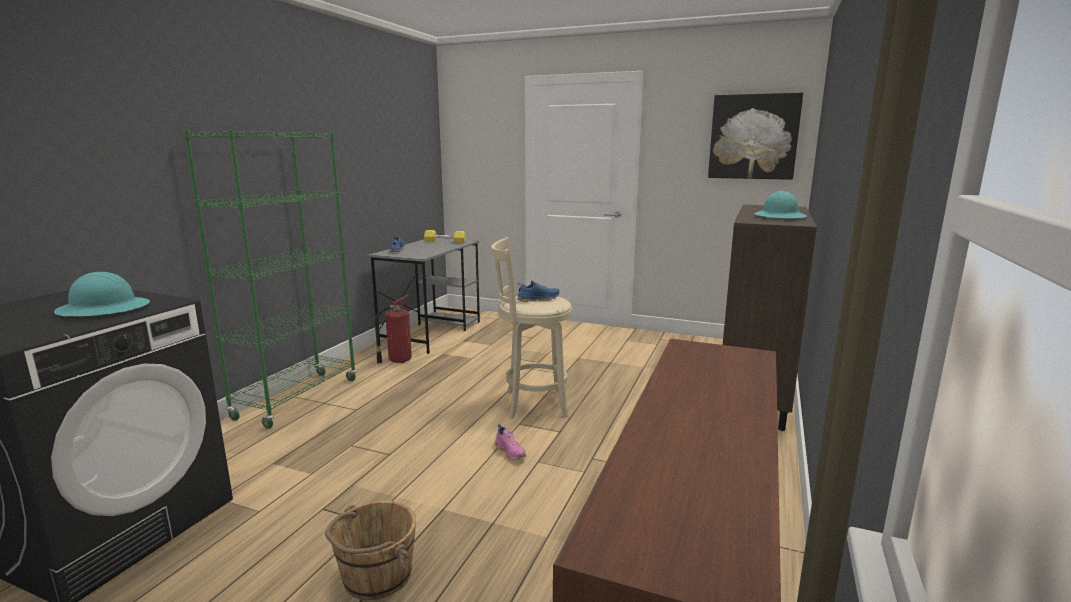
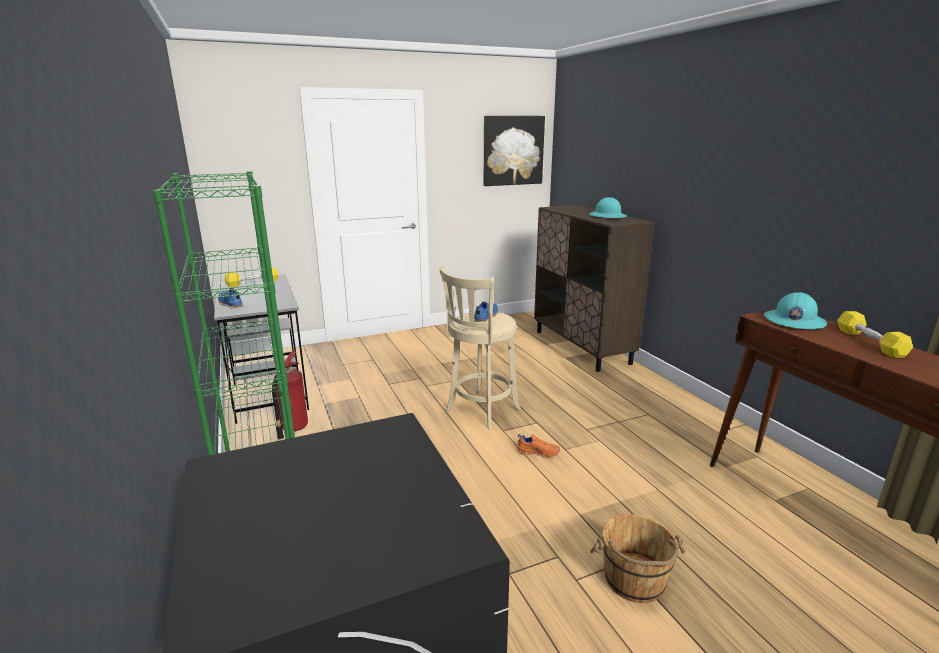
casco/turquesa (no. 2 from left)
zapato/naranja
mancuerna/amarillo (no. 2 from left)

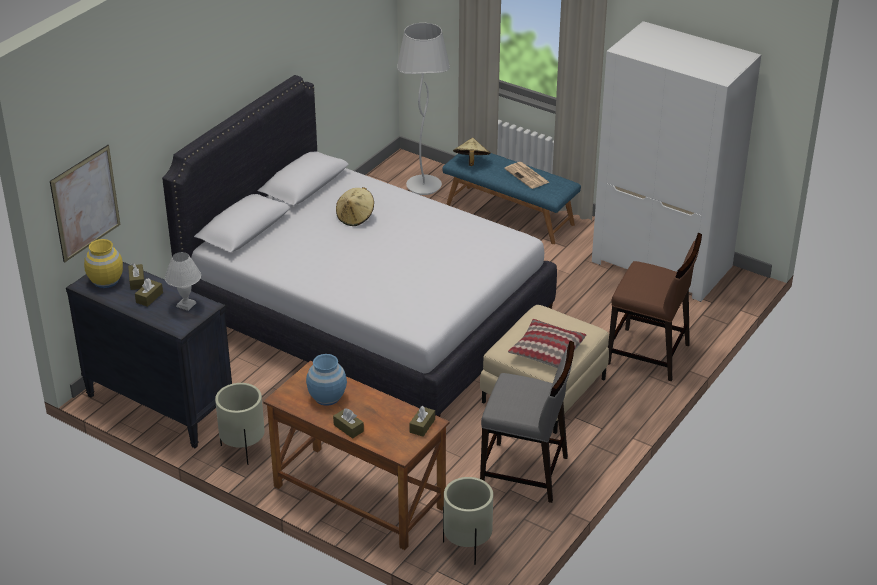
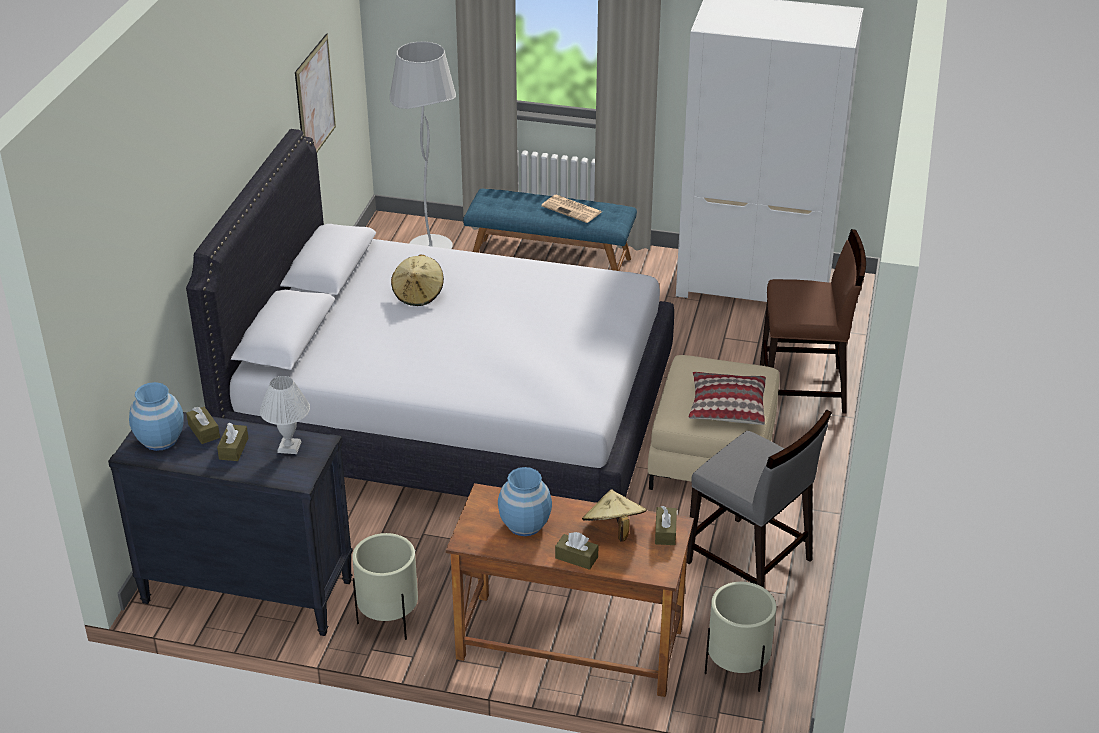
cuadro
florero/azul (no. 1 from left)
sombrero/beis (no. 2 from left)
silla/gris

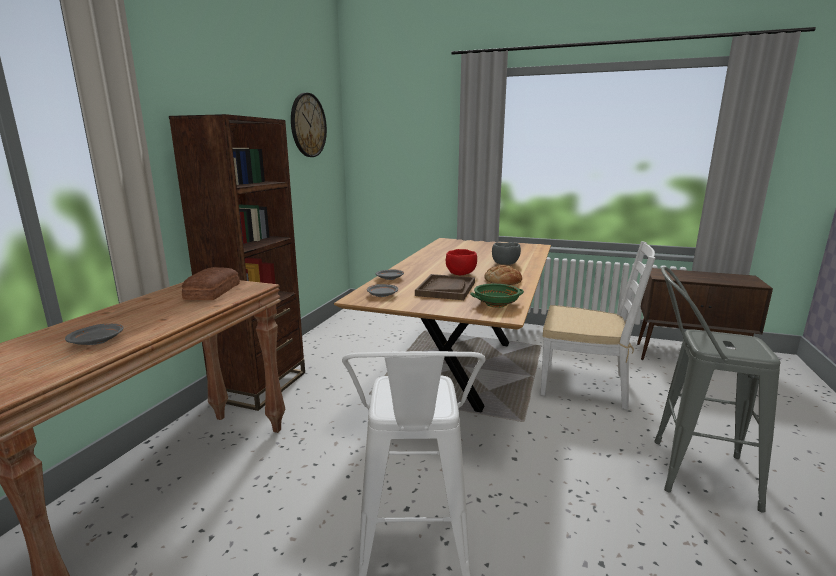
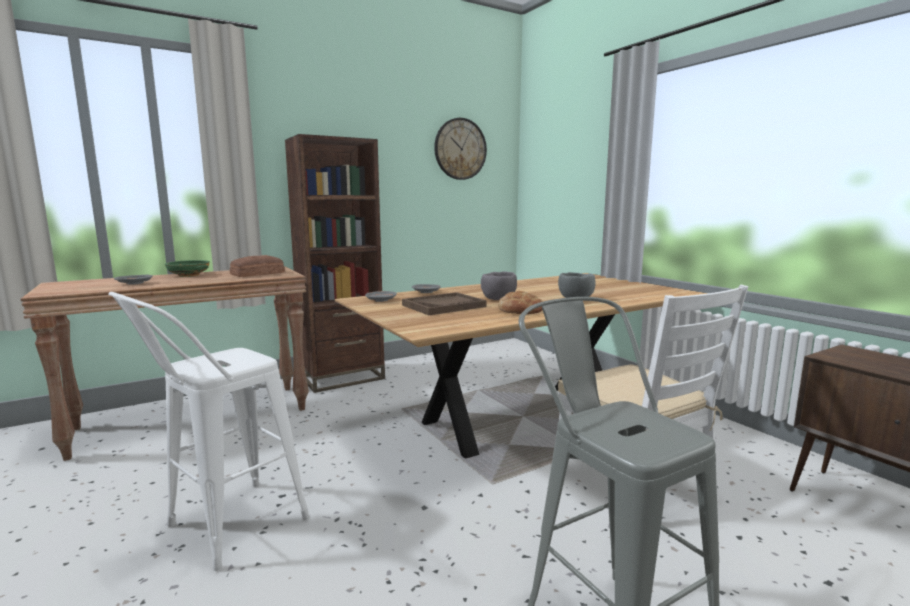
cuenco/gris (no. 1 from left)
cuenco/verde

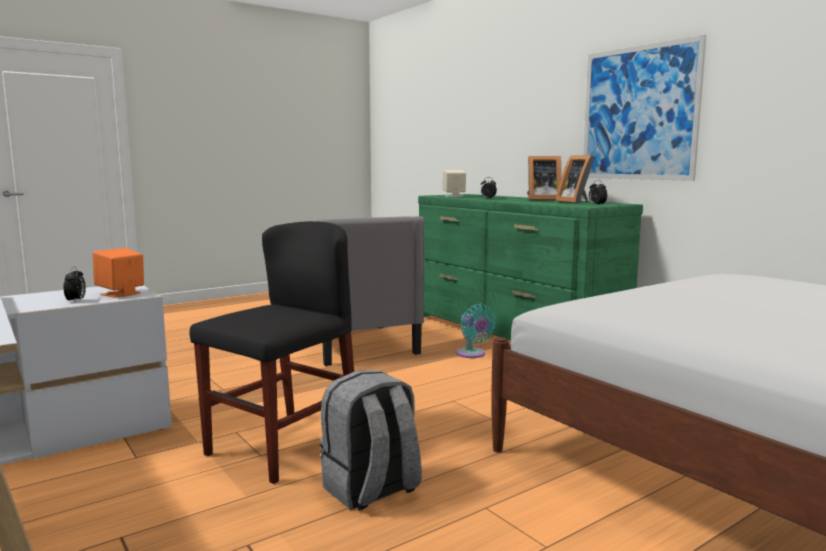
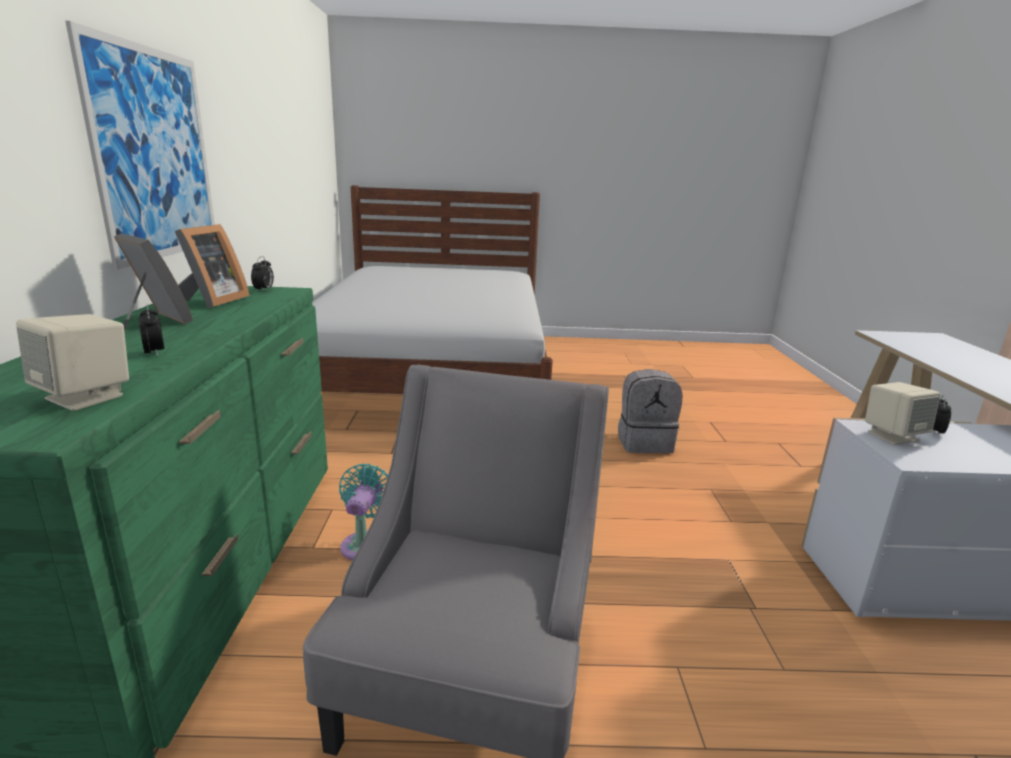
altavoz/beis (no. 2 from left)
silla/negro

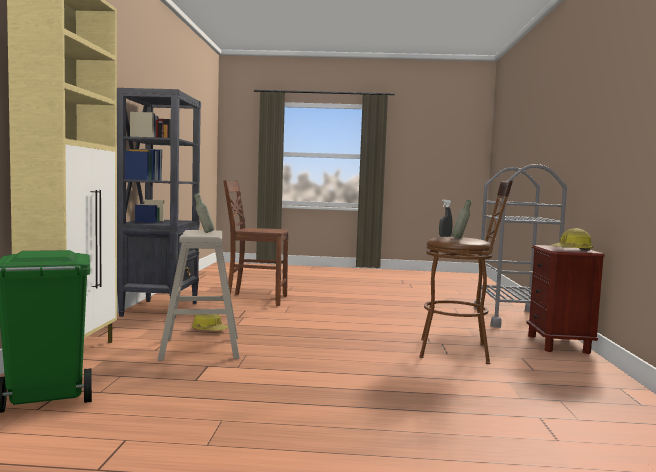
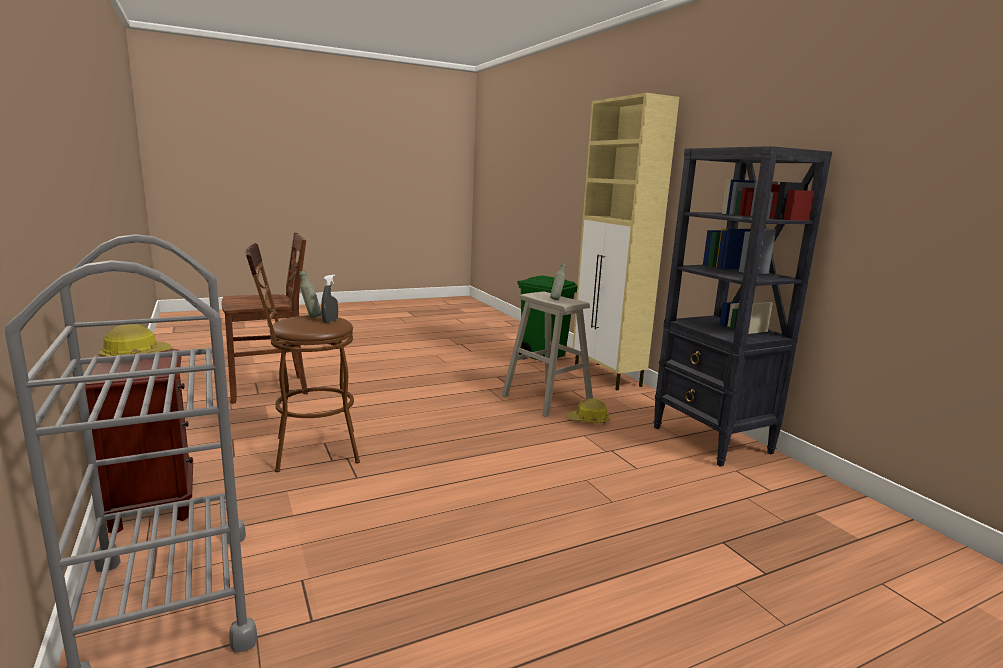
silla/marrón

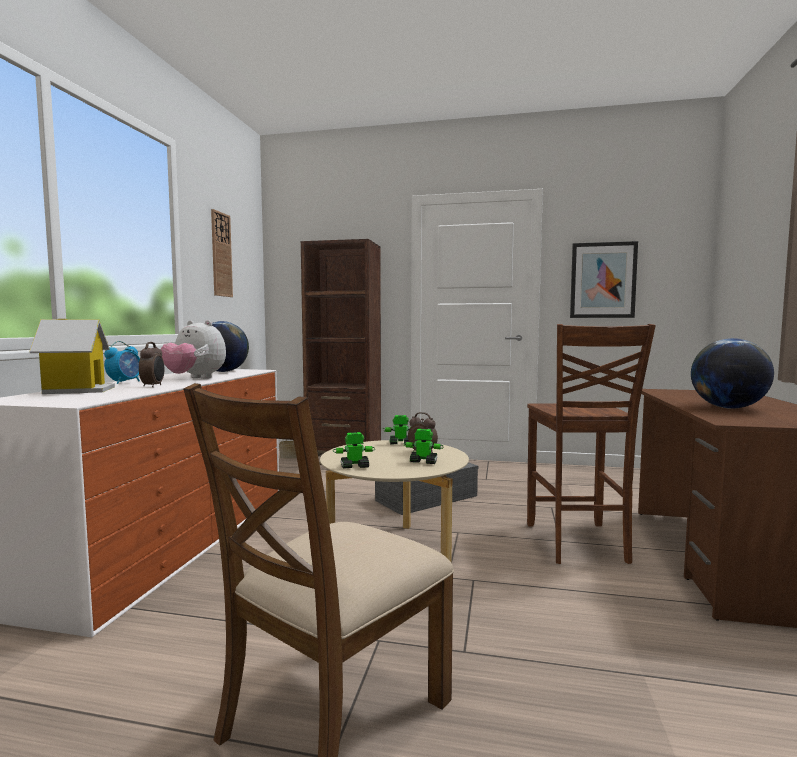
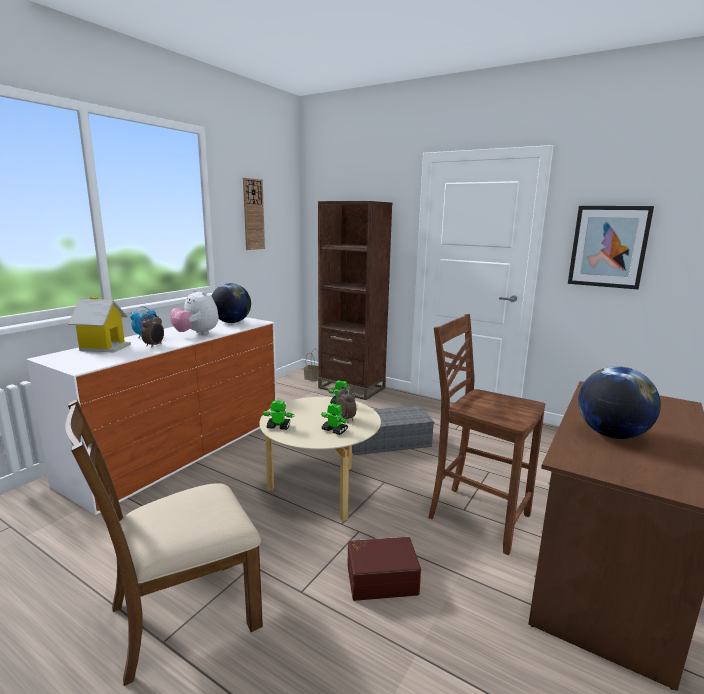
silla/marrón (no. 2 from left)
caja de almacenaje/marrón

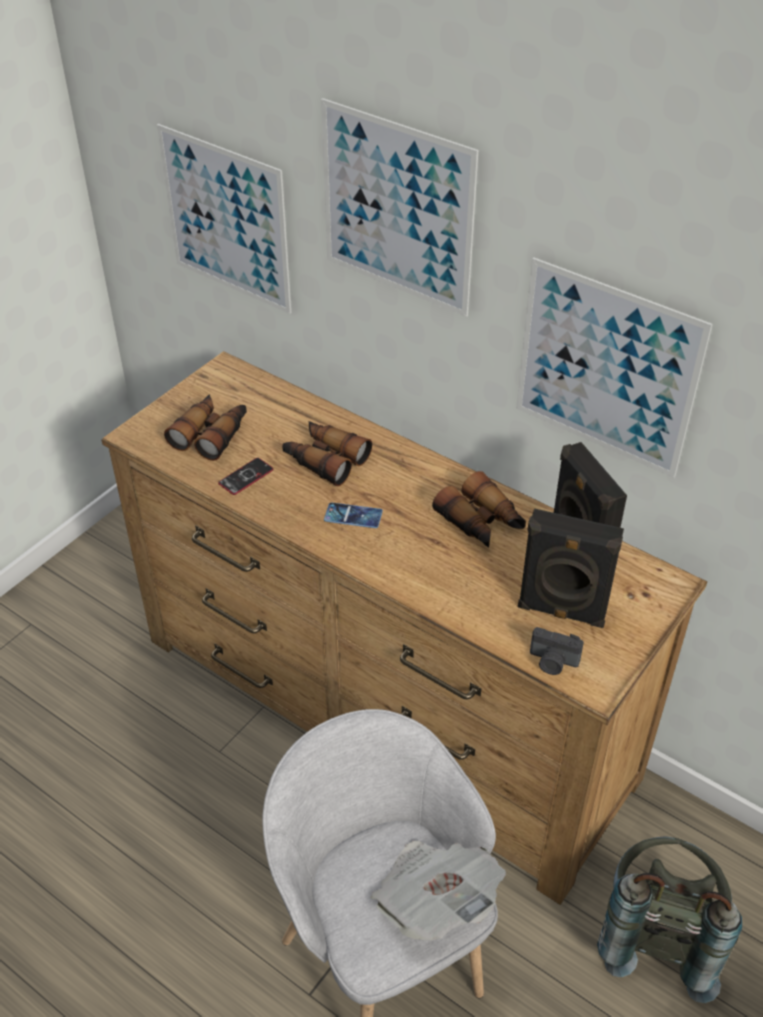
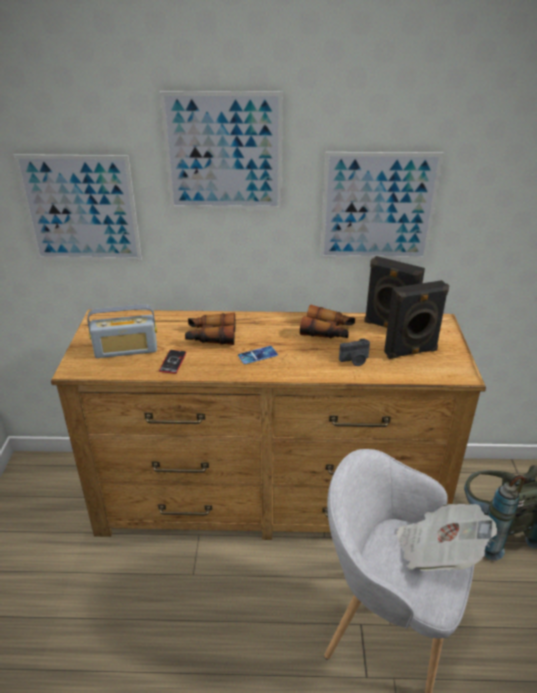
radio
cámara

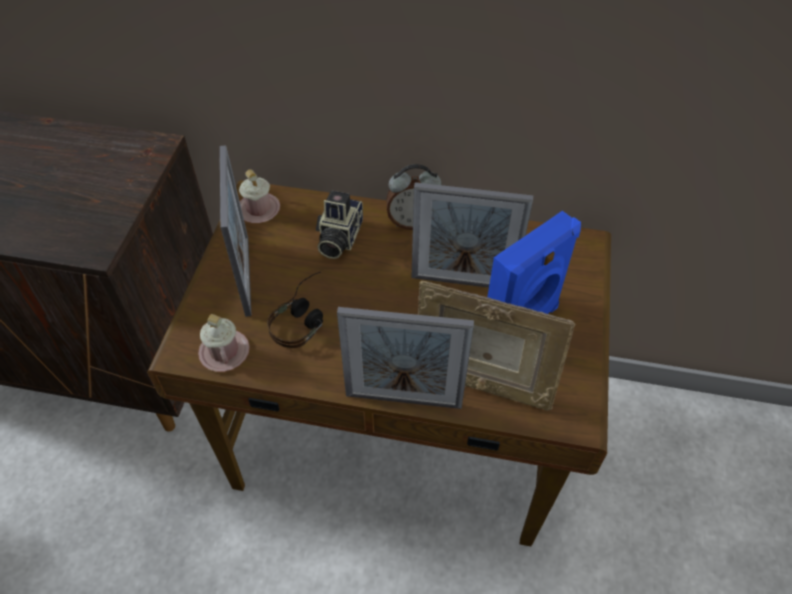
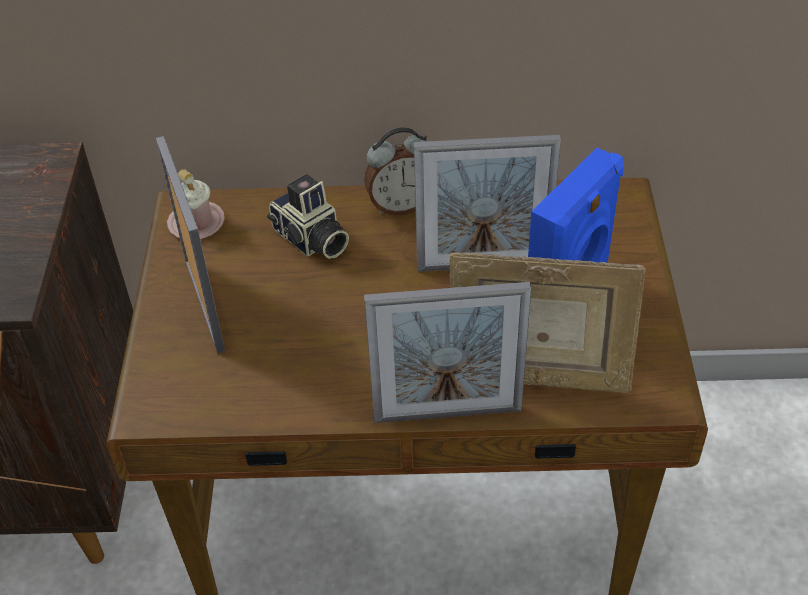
taza grande/rosa (no. 1 from left in the first image)
auriculares
cámara

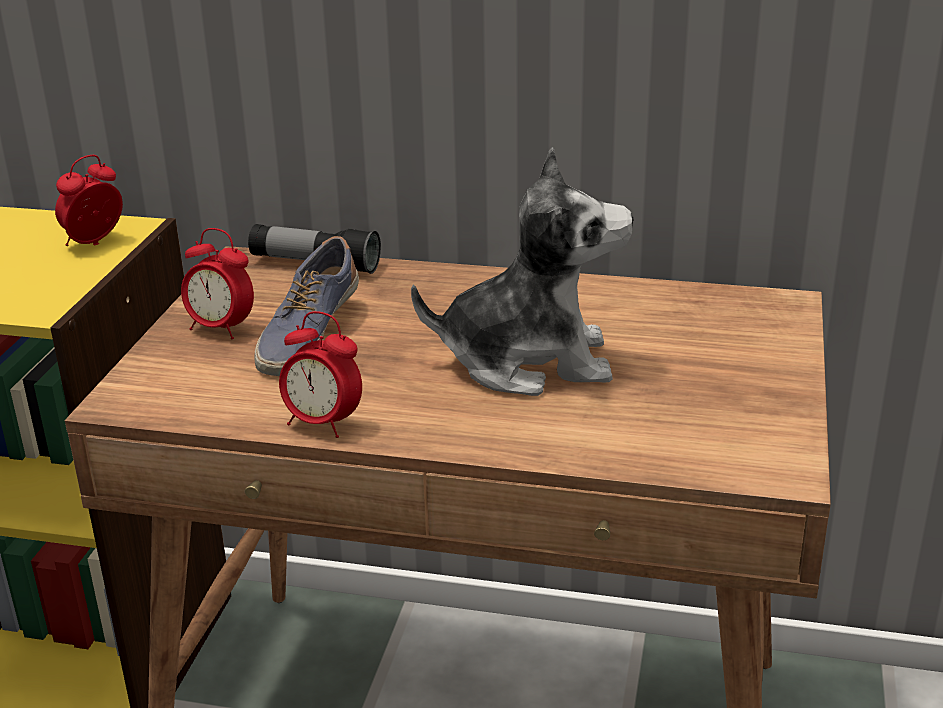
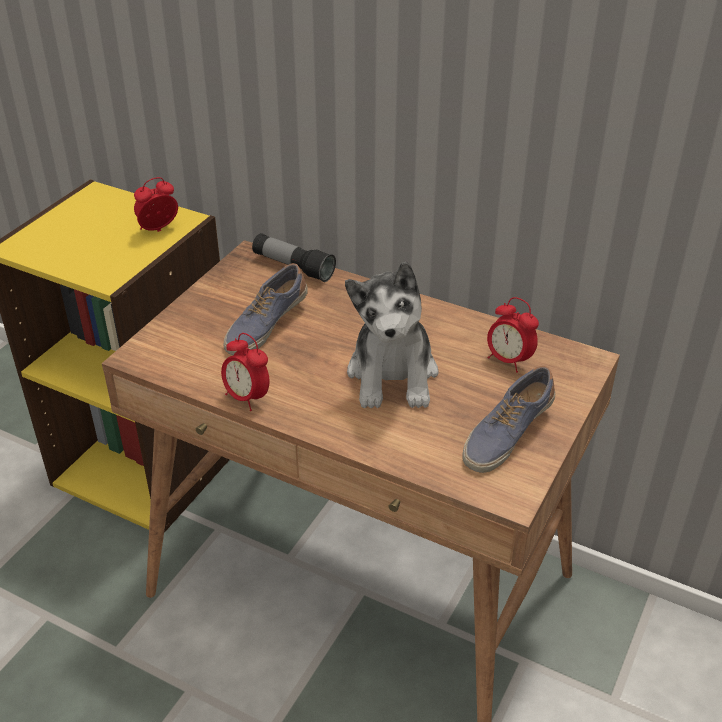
despertador (no. 3 from left)
peluche
zapato (no. 2 from left)

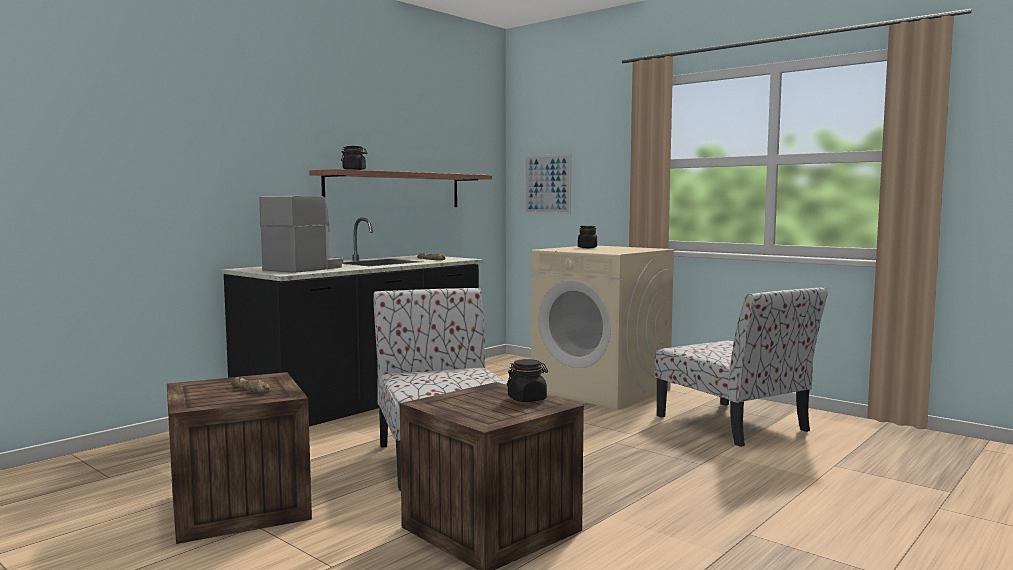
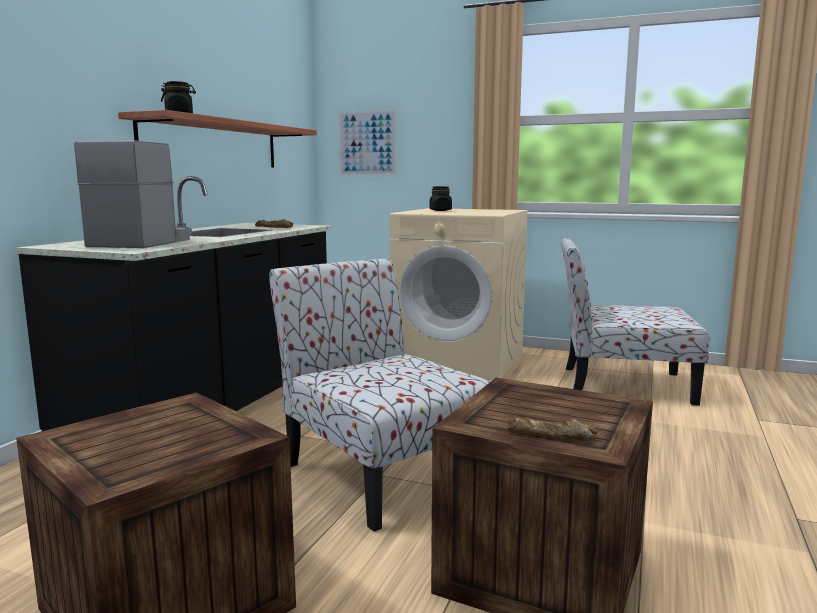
pan (no. 2 from left)
tarro/negro (no. 2 from left in the first image)
silla (no. 2 from left)

